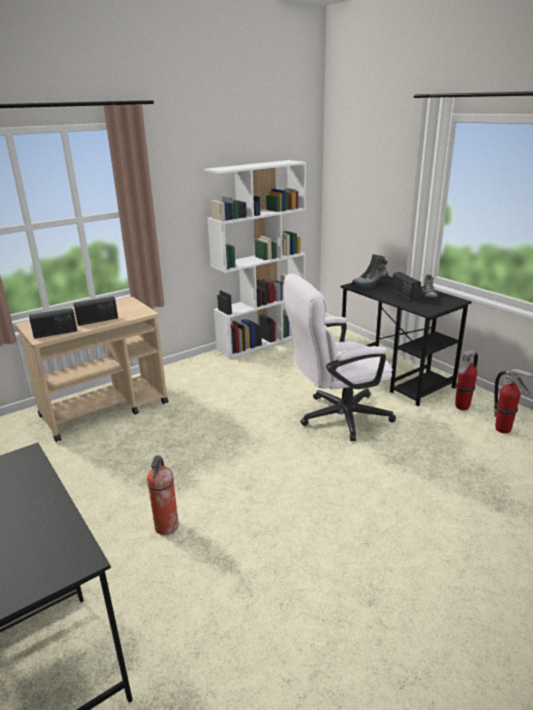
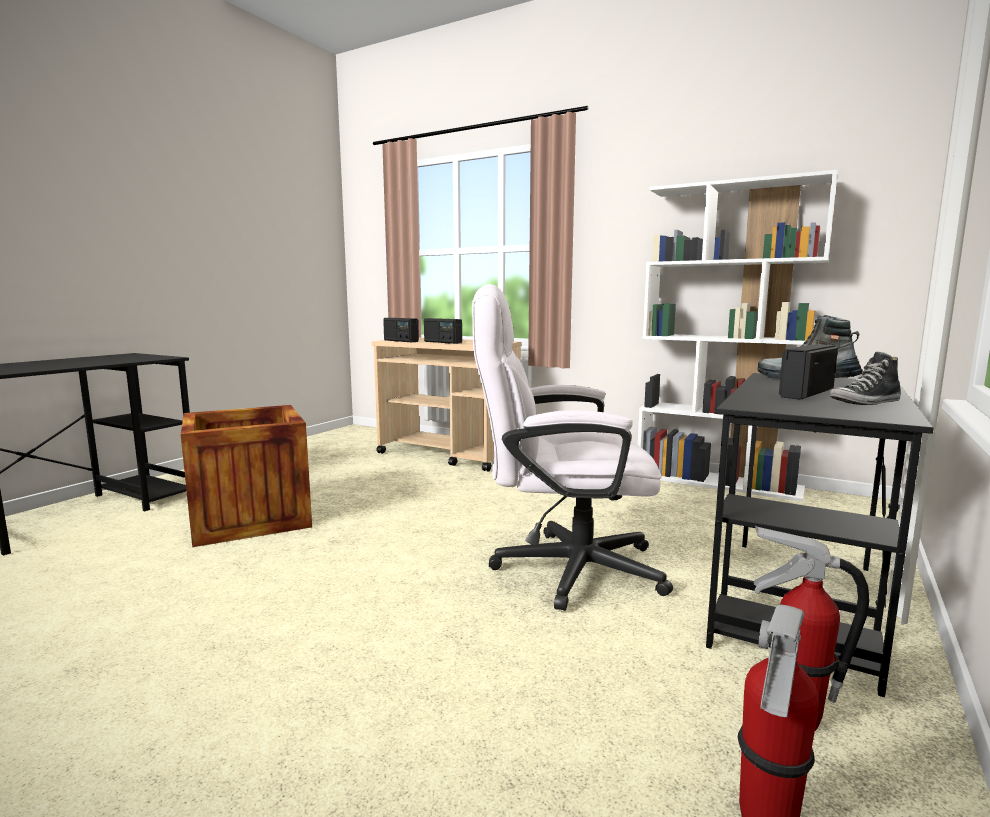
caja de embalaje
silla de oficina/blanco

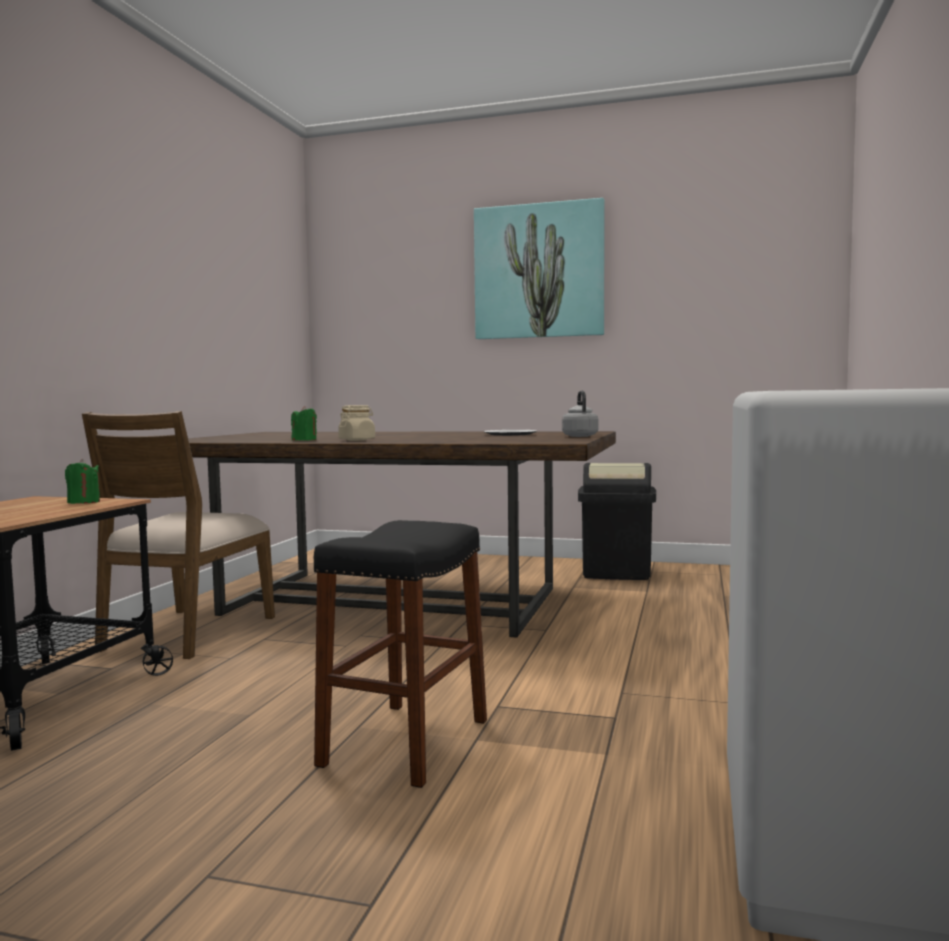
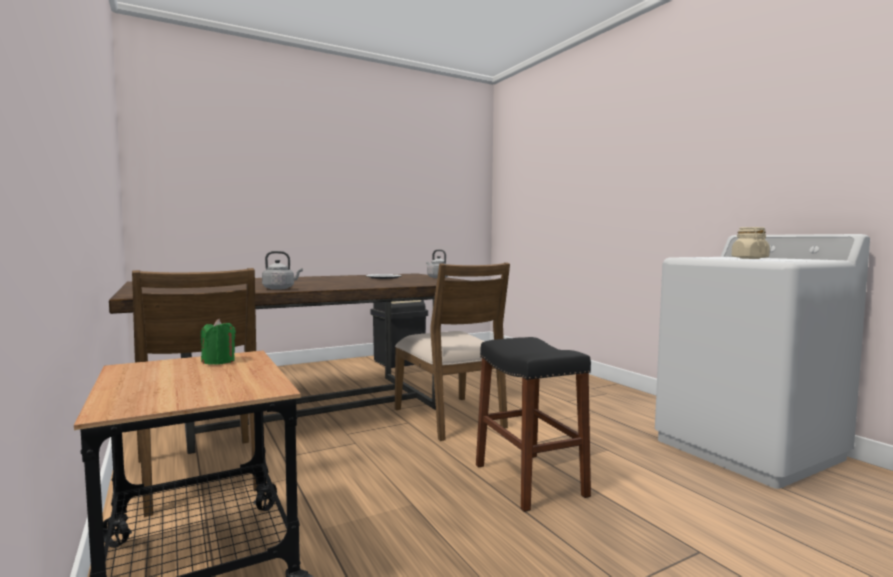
hervidor/gris (no. 1 from left)
tarro/beis
cuadro
silla/marrón (no. 2 from left)

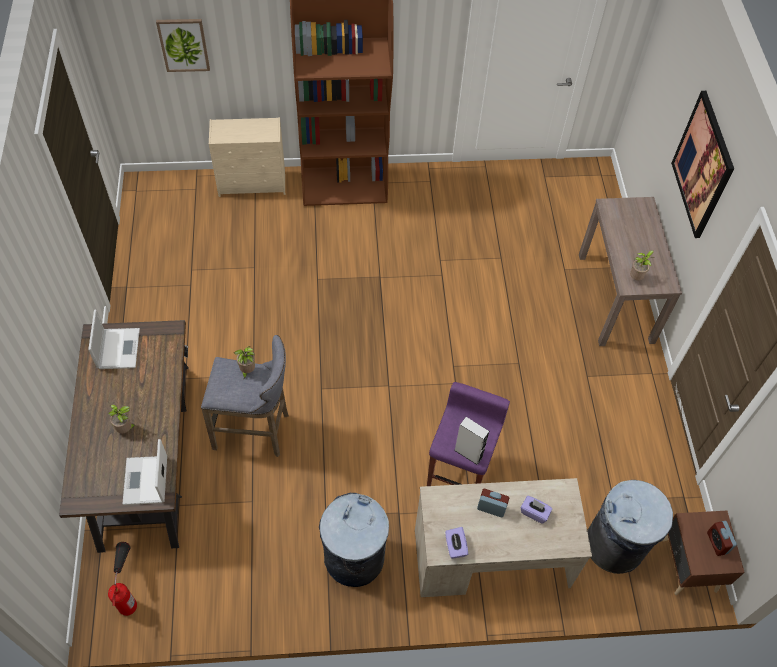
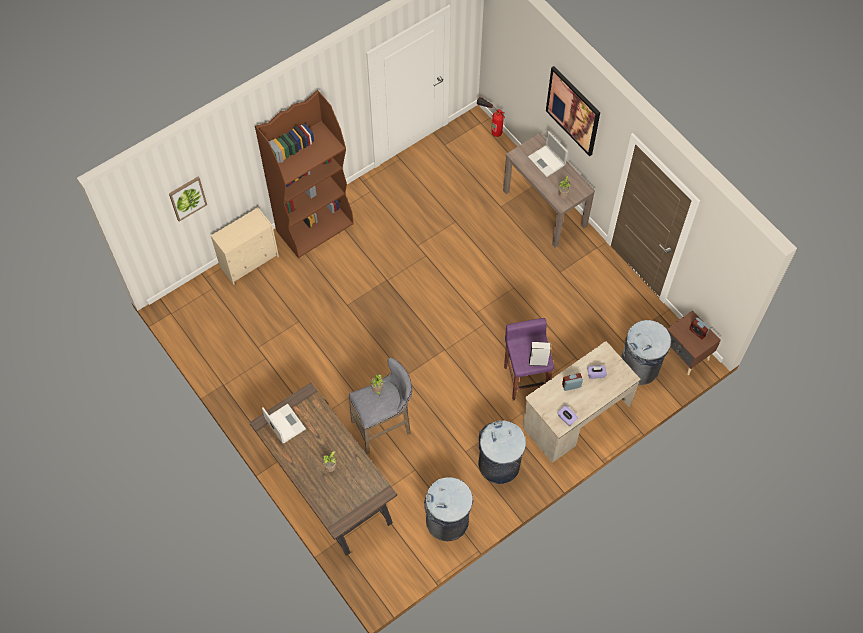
extintor
portátil (no. 2 from left)
papelera/gris (no. 1 from left)

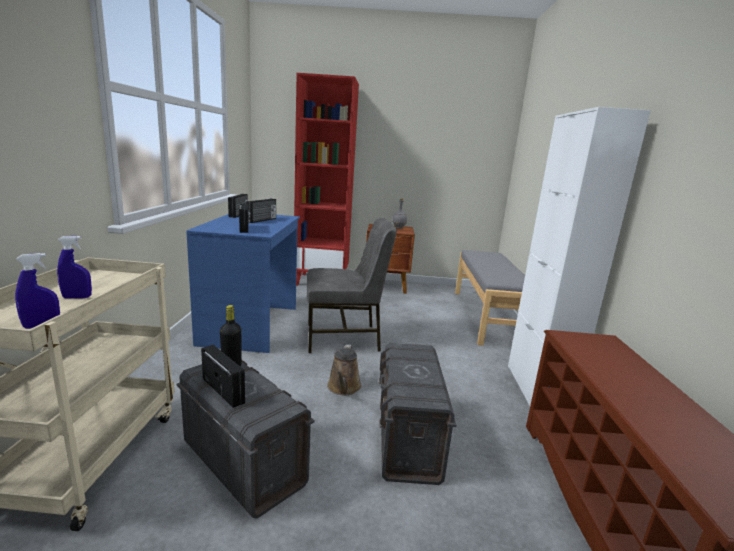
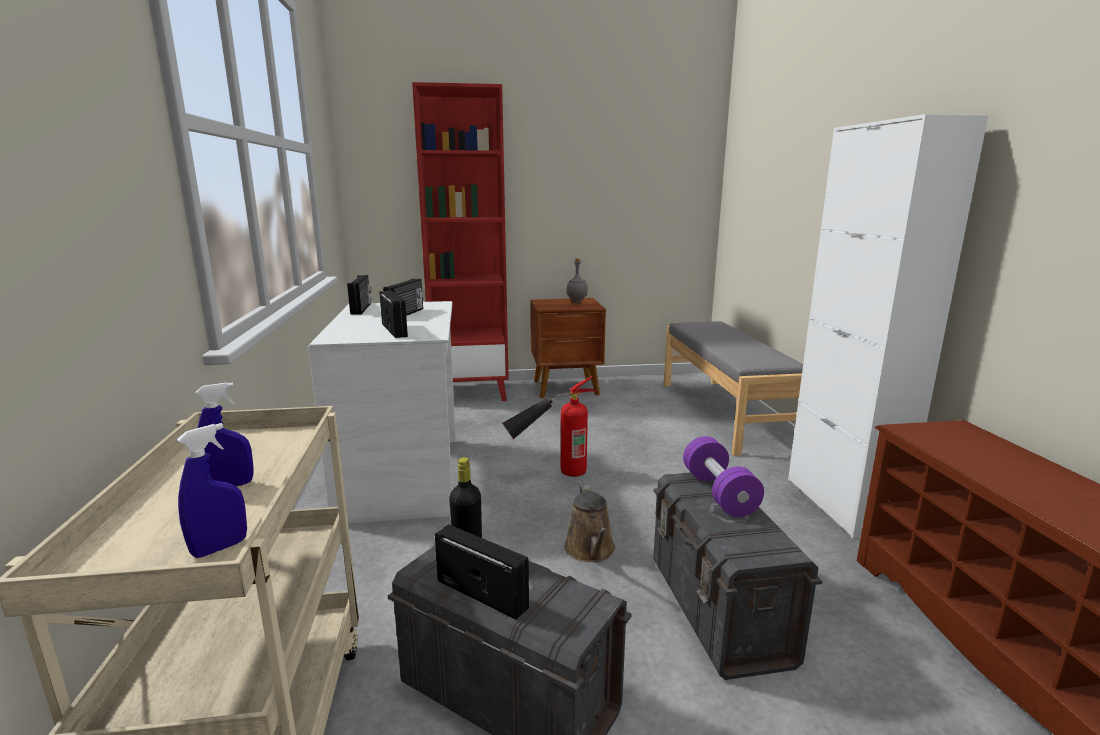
escritorio/blanco
extintor
mancuerna/morado

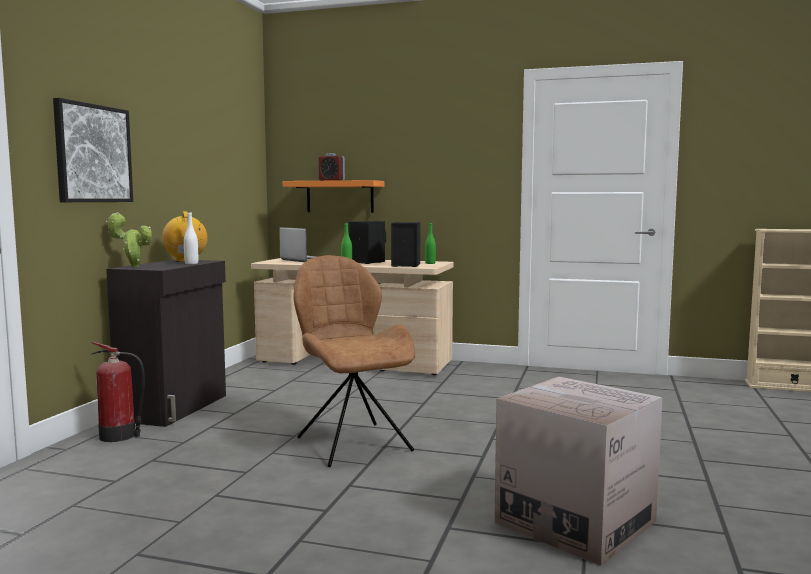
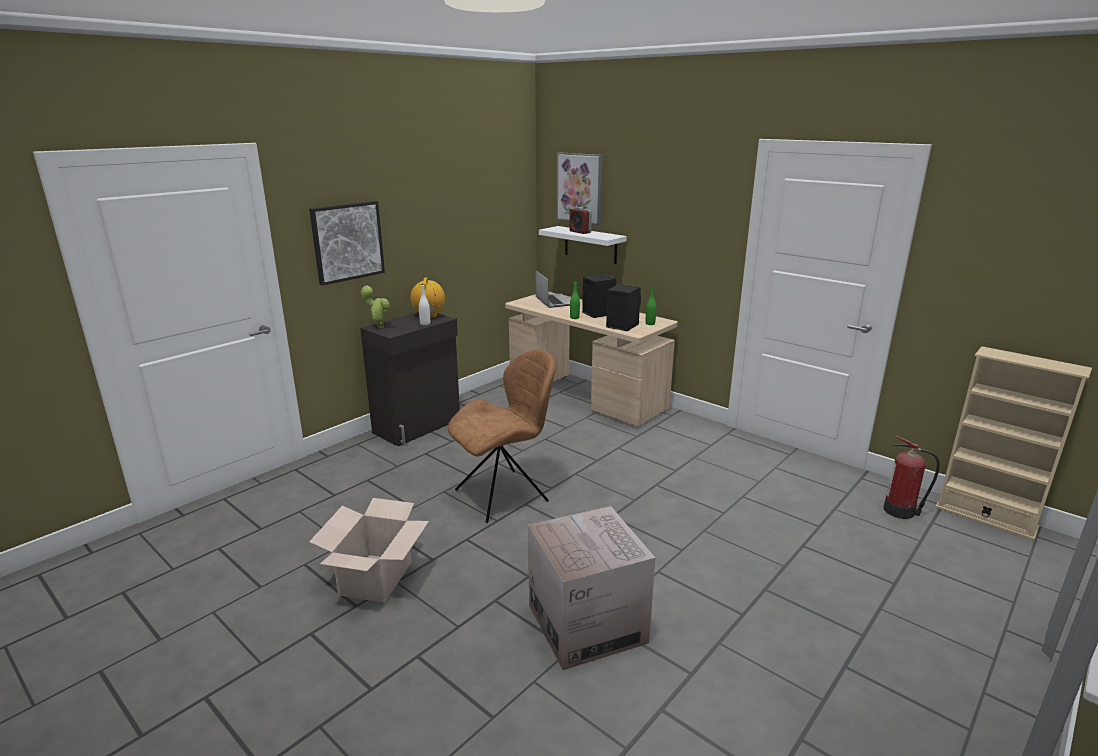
extintor
estante/blanco
silla/marrón
caja de cartón (no. 1 from left)
cuadro (no. 2 from left)

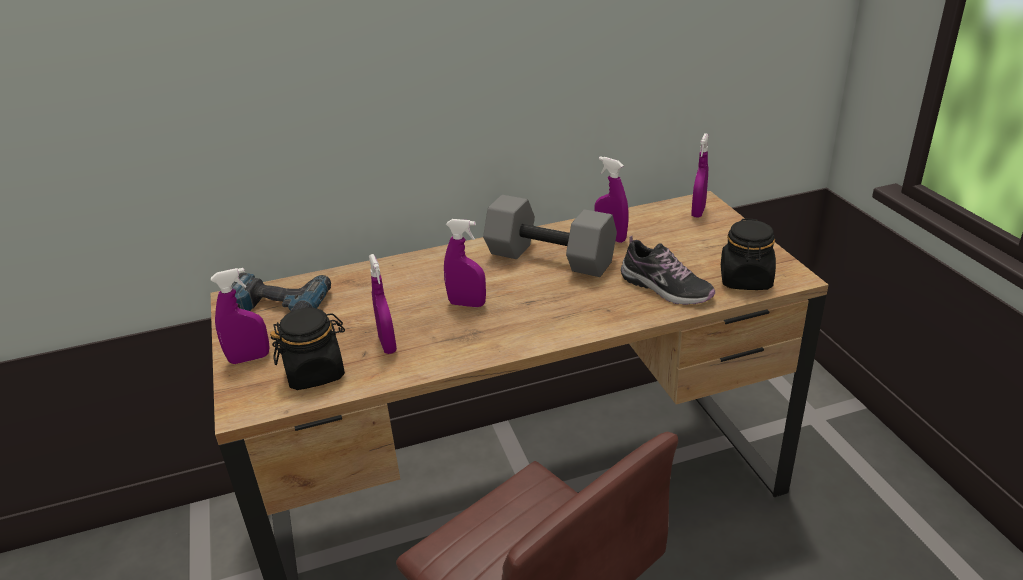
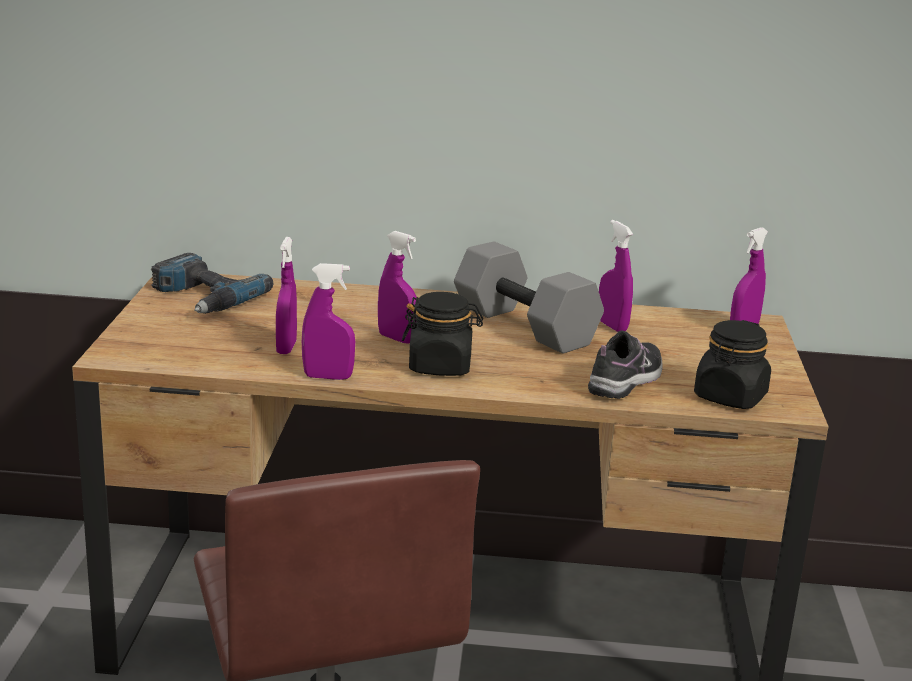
pulverizador/morado (no. 2 from left)
tarro/negro (no. 1 from left)
zapato

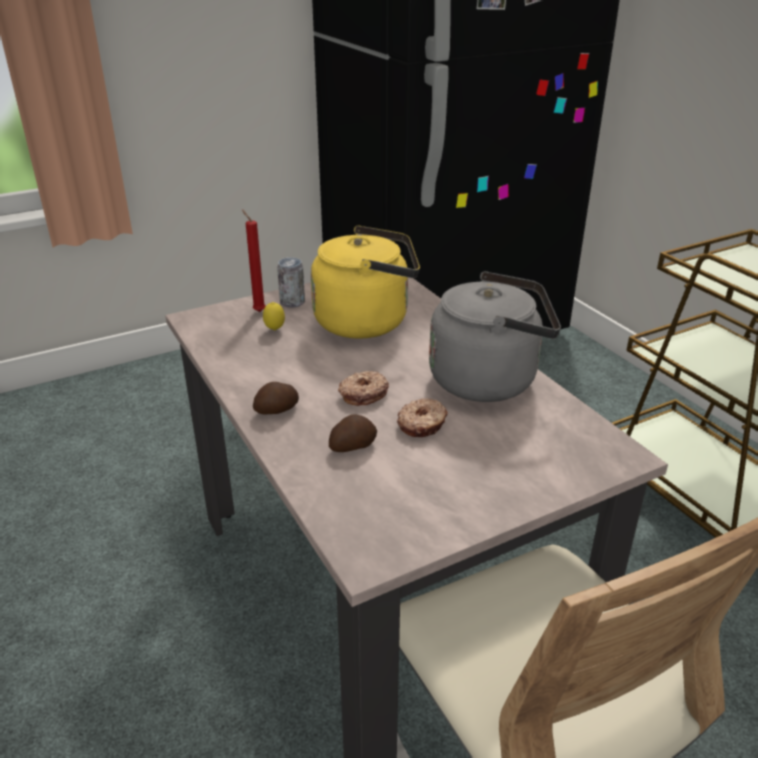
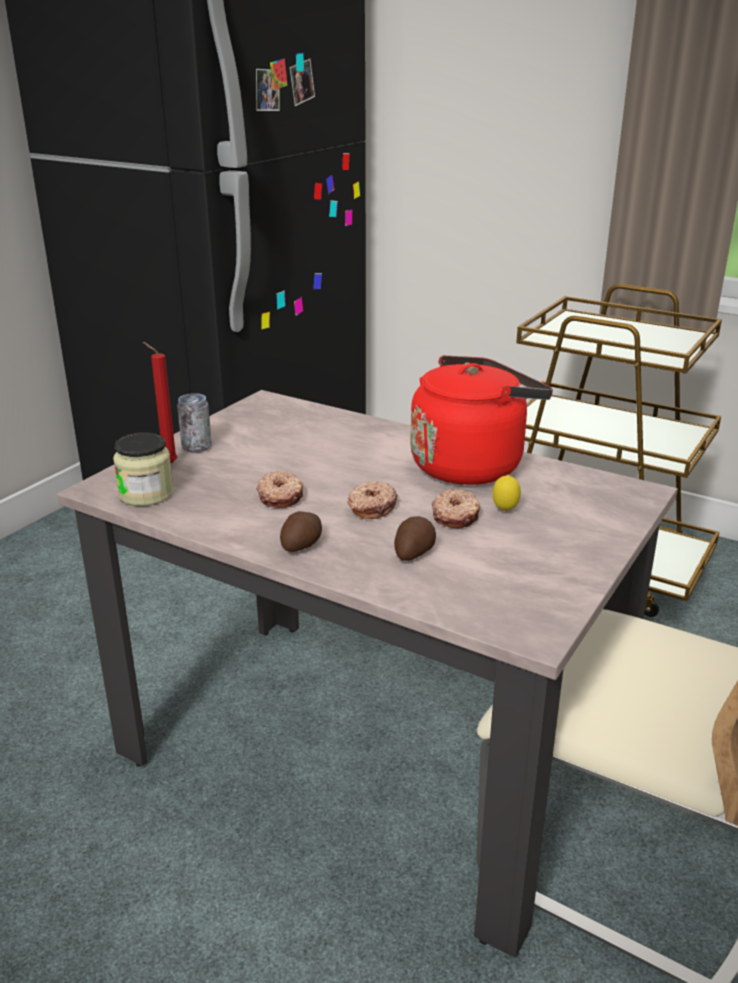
limón
hervidor/amarillo
hervidor/rojo
tarro
rosquilla (no. 1 from left)

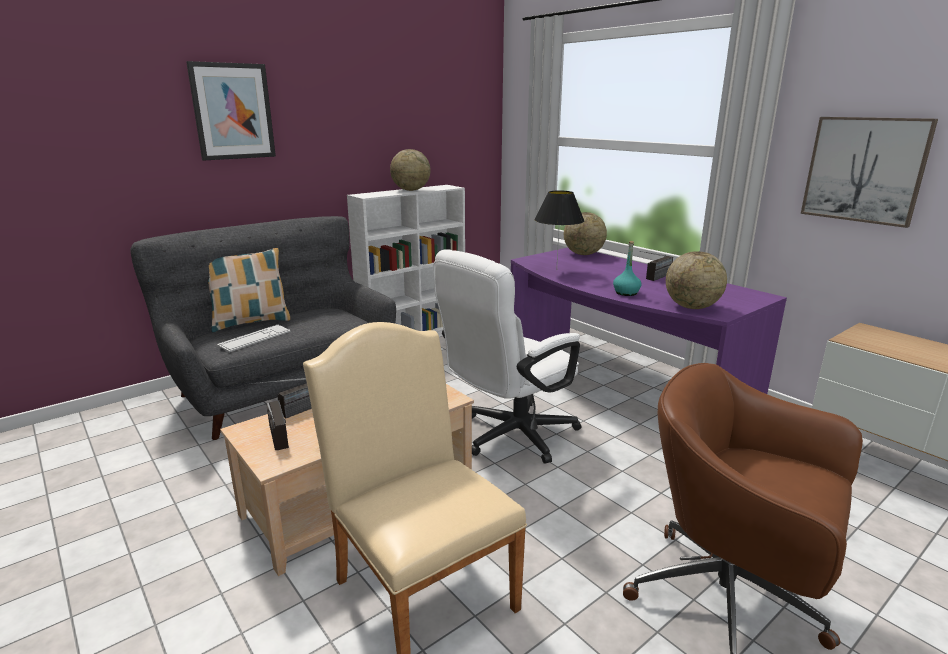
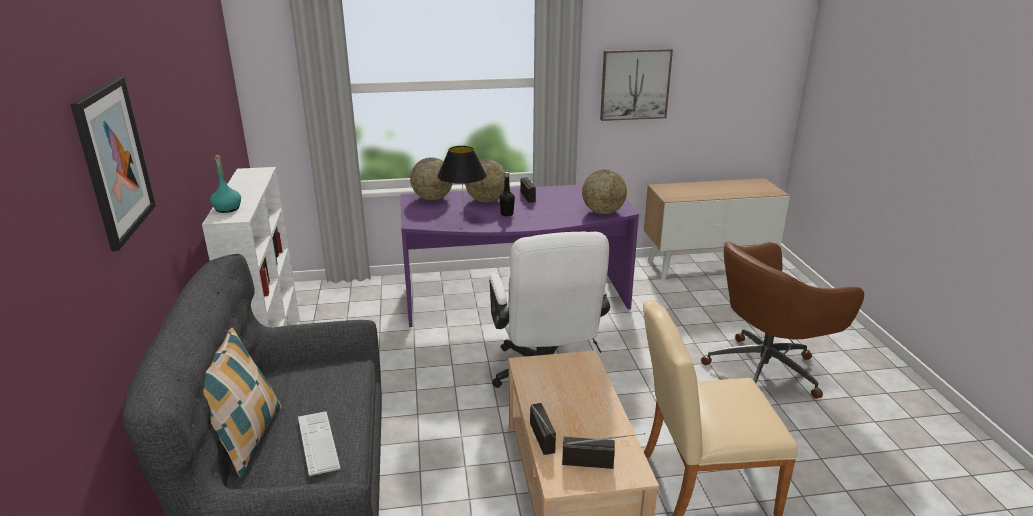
globo terráqueo (no. 2 from left)
botella/turquesa
botella/negro

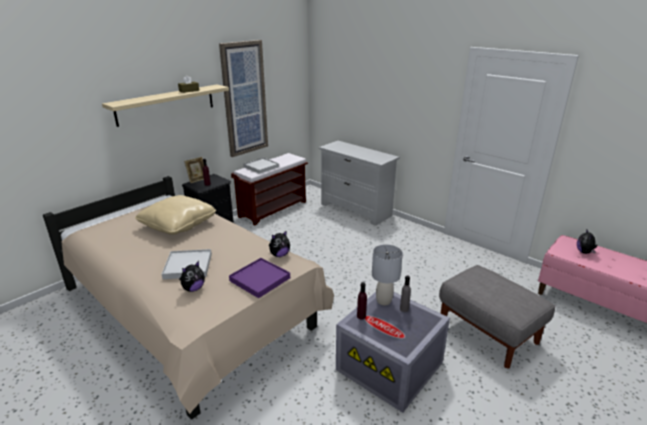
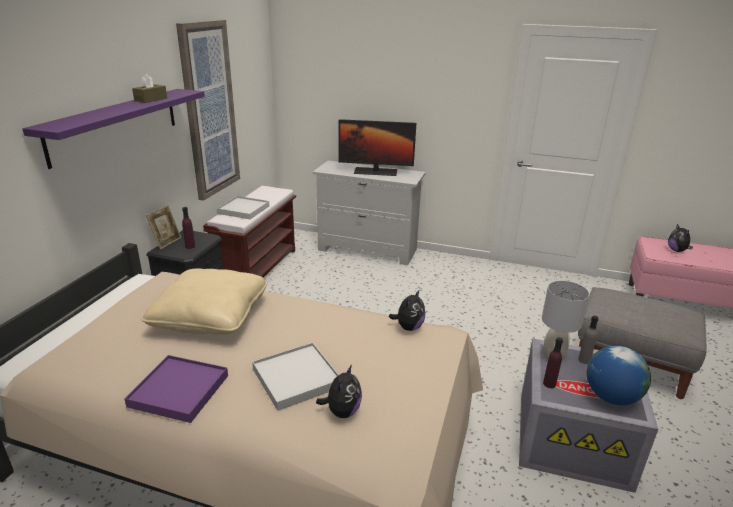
estante/morado
bandeja/morado
monitor
globo terráqueo

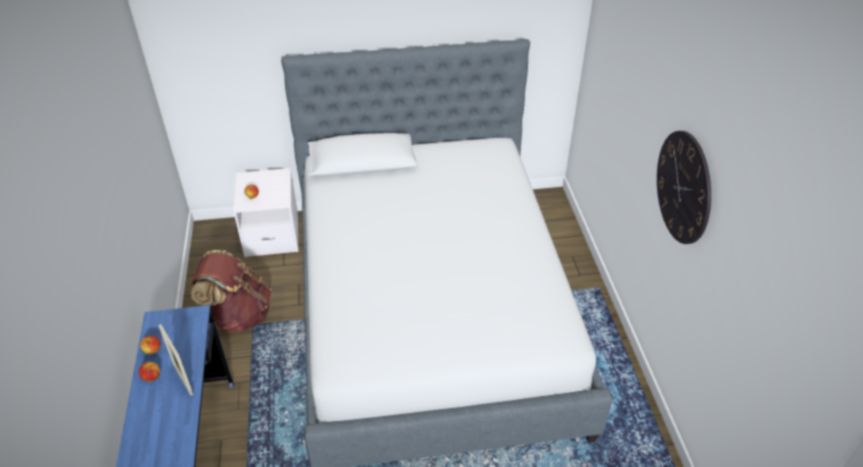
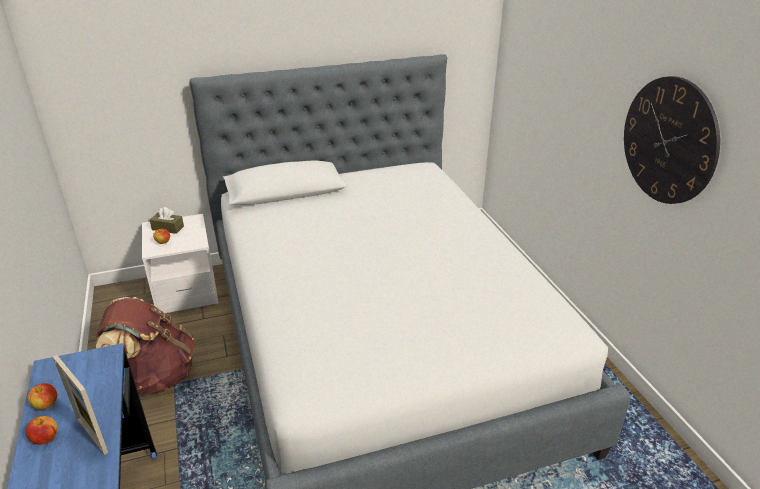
caja de pañuelos/marrón

